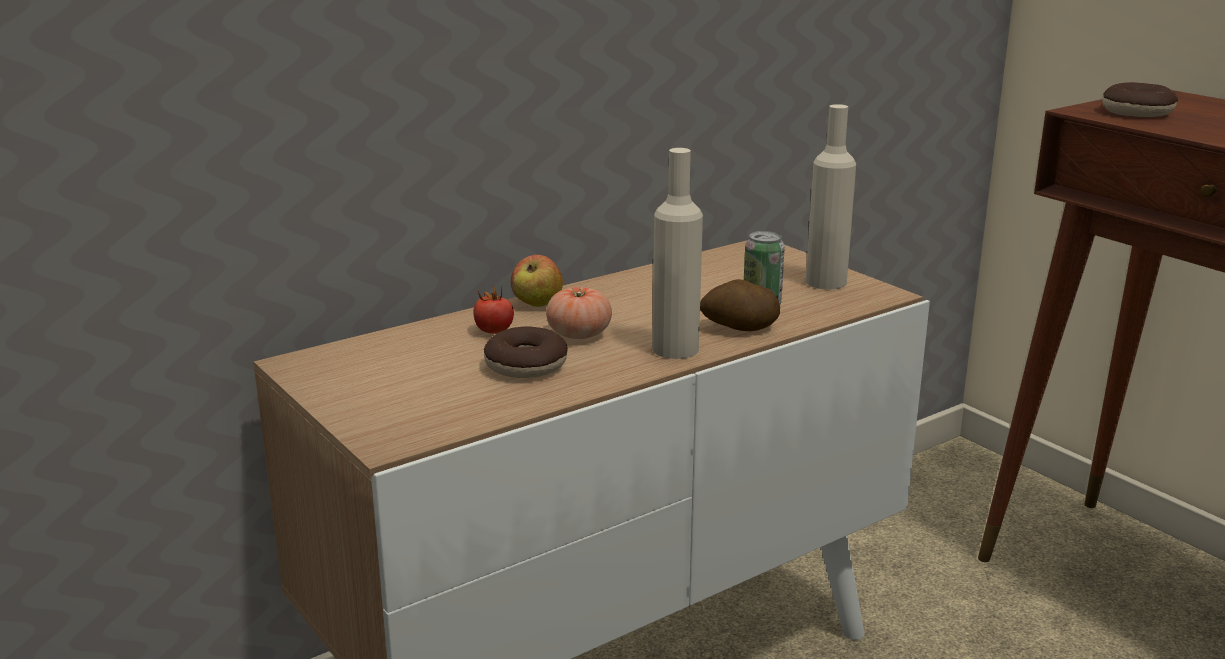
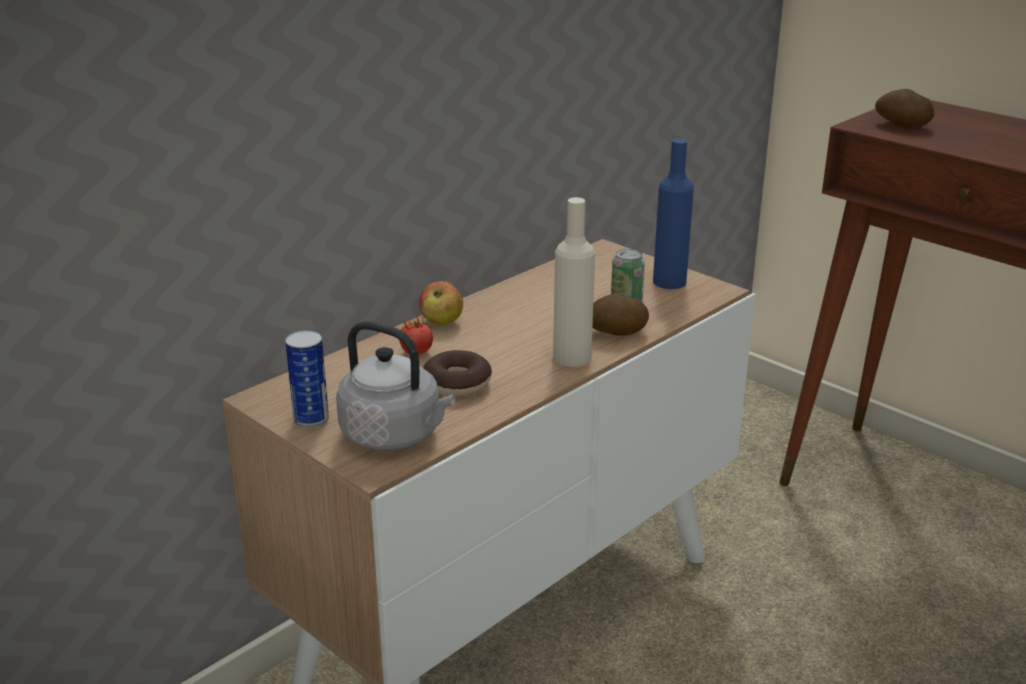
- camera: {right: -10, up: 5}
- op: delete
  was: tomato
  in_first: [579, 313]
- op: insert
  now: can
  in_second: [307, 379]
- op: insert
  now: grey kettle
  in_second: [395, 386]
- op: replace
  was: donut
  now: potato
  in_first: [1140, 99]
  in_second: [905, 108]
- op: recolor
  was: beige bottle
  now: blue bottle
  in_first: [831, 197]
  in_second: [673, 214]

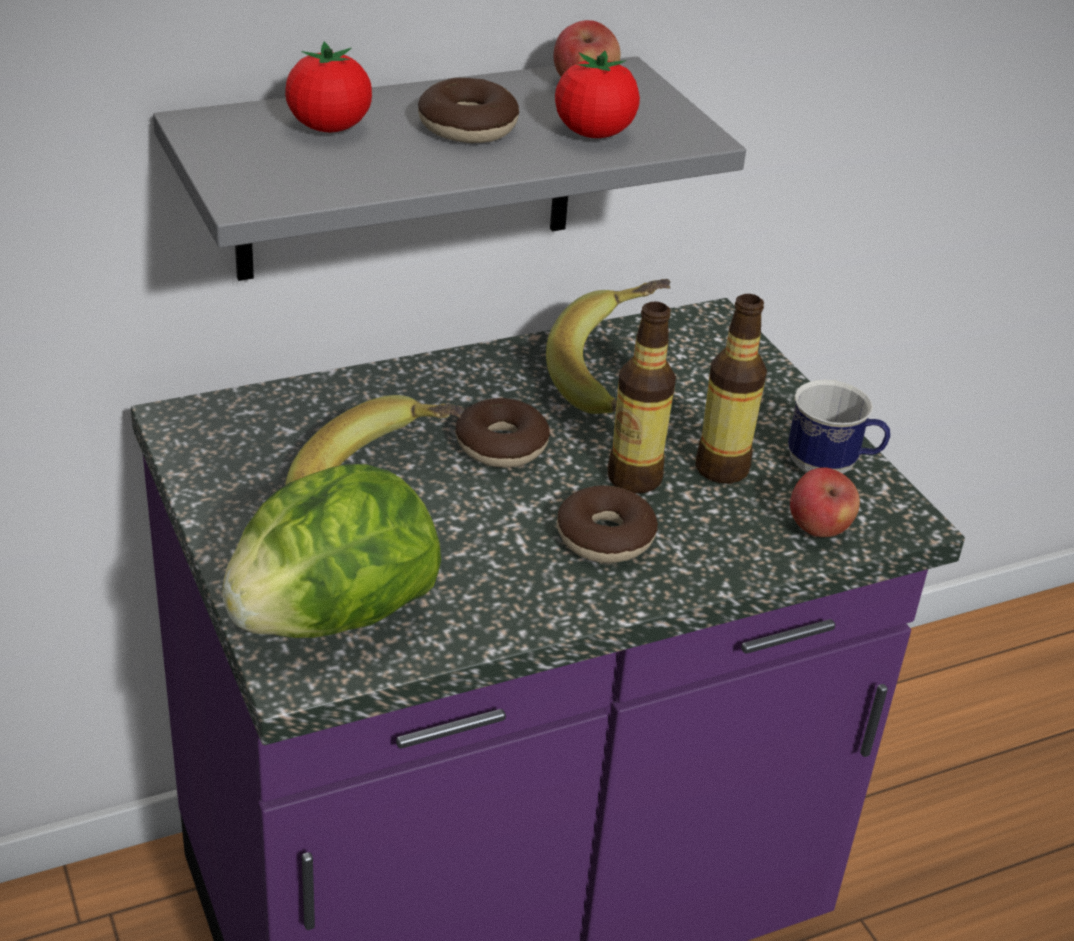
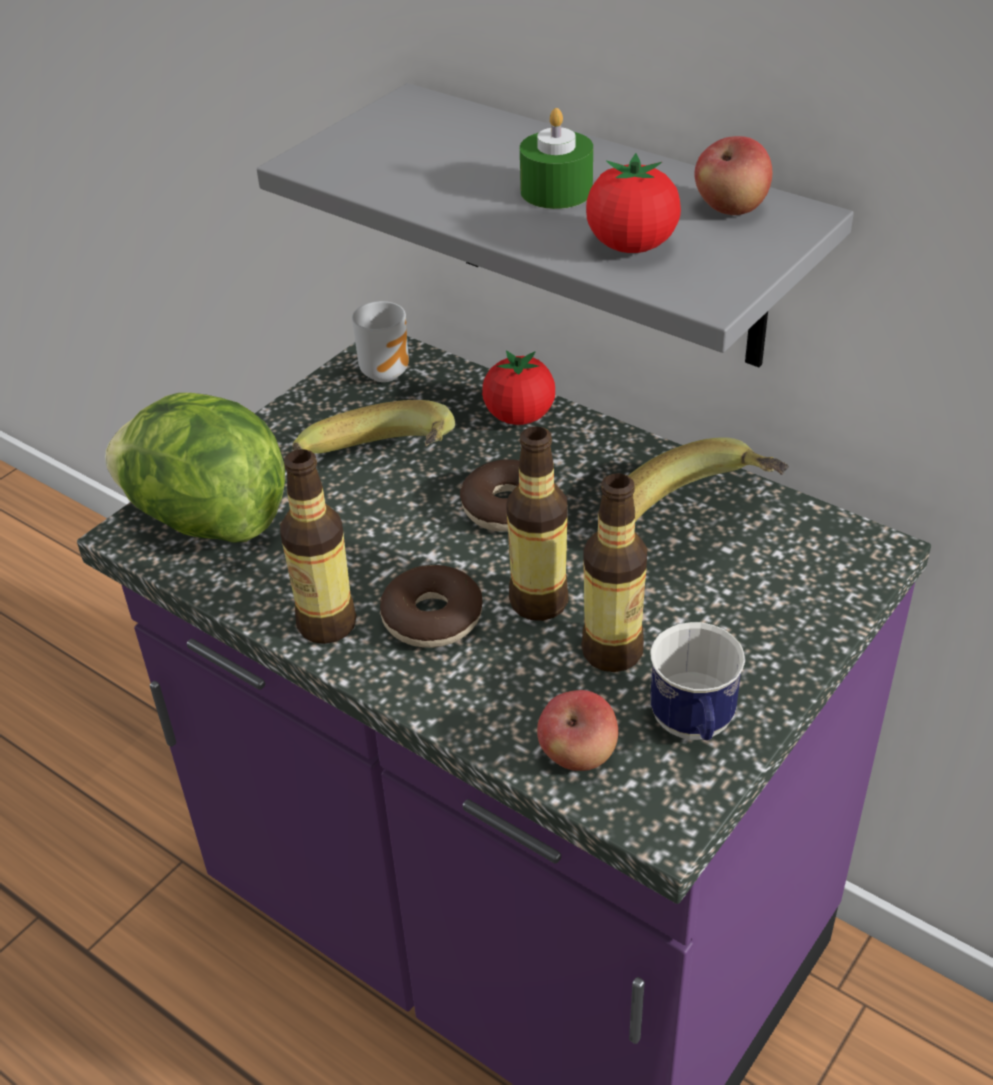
- camera: {right: 65, up: 5}
- op: insert
  now: bottle
  in_second: [318, 546]
- op: insert
  now: mug
  in_second: [380, 341]
- op: move
  was: tomato
  in_first: [328, 86]
  in_second: [518, 387]
- op: replace
  was: donut
  now: green candle
  in_first: [468, 110]
  in_second: [556, 158]

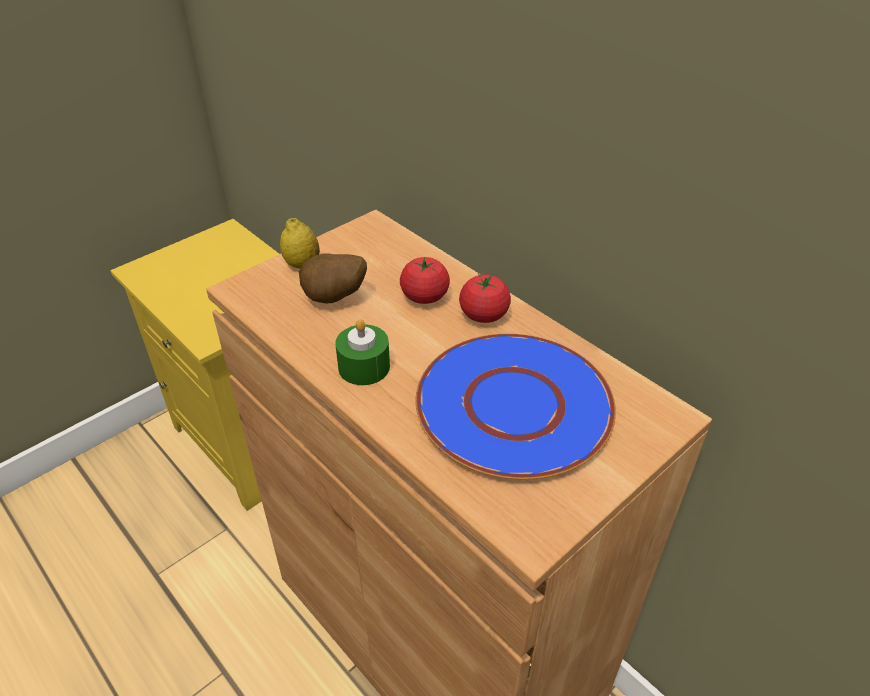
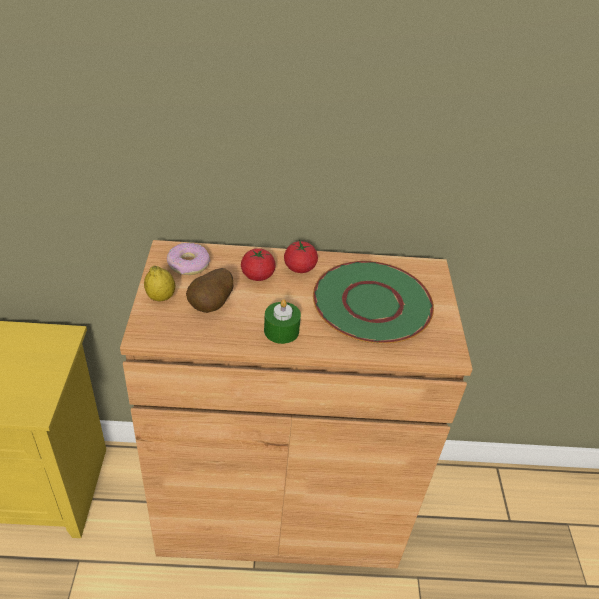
- camera: {right: -50, up: 0}
- op: insert
  now: donut
  in_second: [188, 259]
- op: recolor
  was: blue plate
  now: green plate
  in_first: [516, 406]
  in_second: [373, 302]

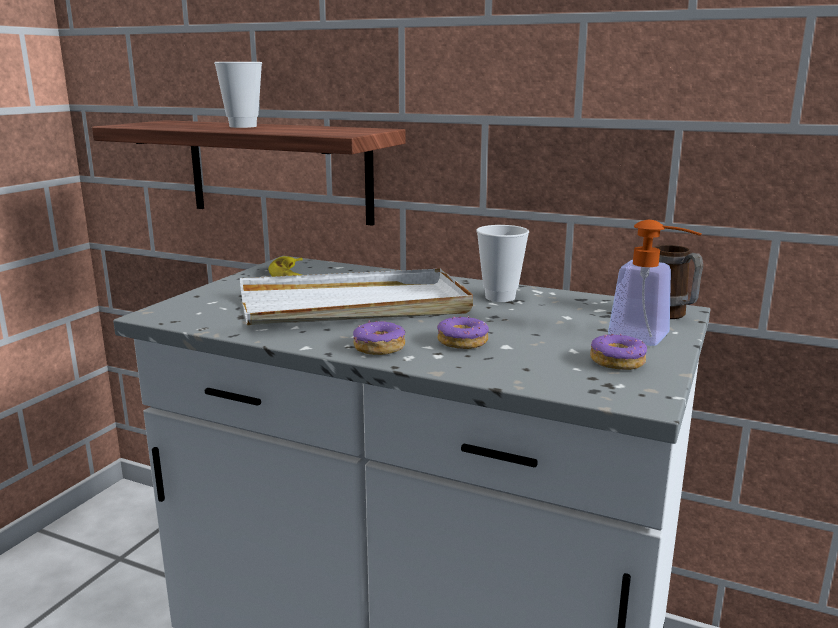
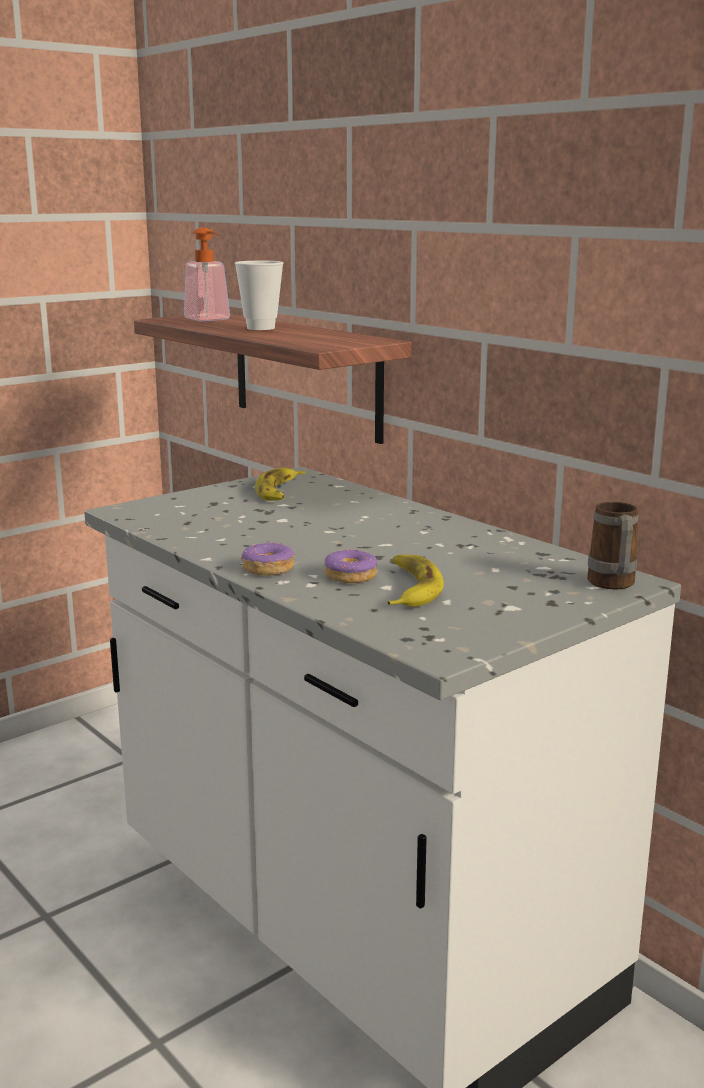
- camera: {right: 25, up: 0}
- op: delete
  was: white tray
  in_first: [356, 296]
- op: delete
  was: cup
  in_first: [502, 263]
- op: delete
  was: donut
  in_first: [618, 351]
- op: insert
  now: banana
  in_second: [416, 581]
- op: move
  was: soap dispenser
  in_first: [655, 283]
  in_second: [207, 274]

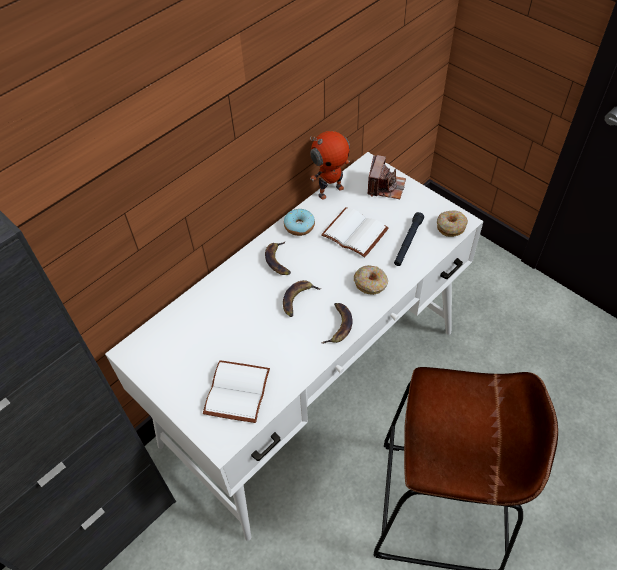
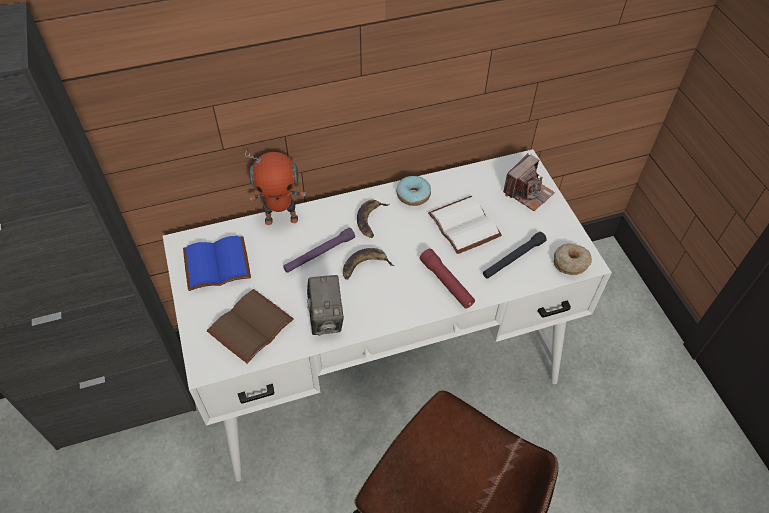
- camera: {right: 25, up: 0}
- op: delete
  was: banana
  in_first: [337, 323]
- op: insert
  now: blue book
  in_second: [217, 263]
- op: insert
  now: purple flashlight
  in_second: [319, 250]
- op: insert
  now: photo camera
  in_second: [325, 305]
- op: move
  was: toy robot
  in_first: [330, 165]
  in_second: [275, 188]
- op: replace
  was: donut
  now: red flashlight
  in_first: [371, 280]
  in_second: [447, 279]
- op: recolor
  was: white book
  now: brown book
  in_first: [236, 391]
  in_second: [250, 326]

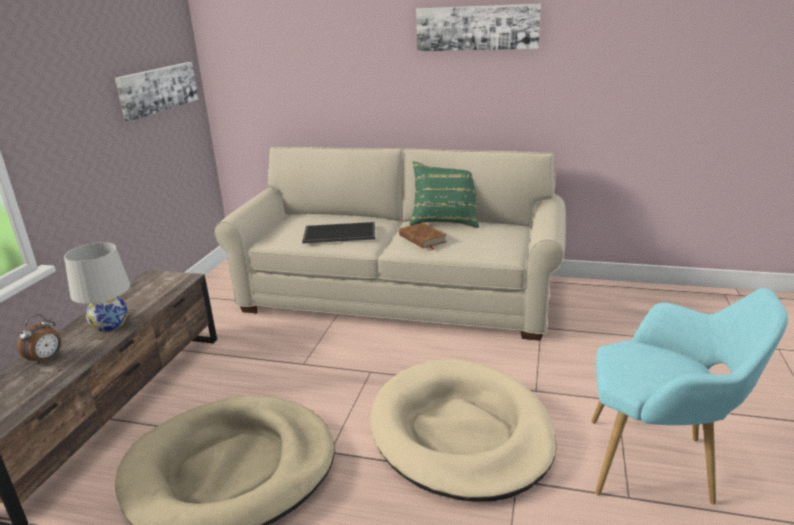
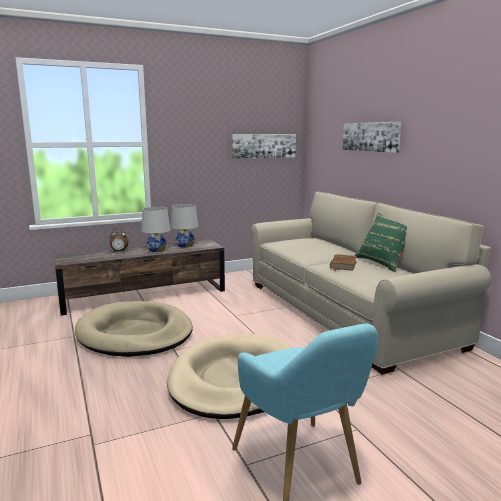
- camera: {right: 50, up: -10}
- op: delete
  was: tray
  in_first: [338, 232]
- op: insert
  now: white table lamp
  in_second: [184, 225]
- op: move
  was: picture
  in_first: [478, 27]
  in_second: [372, 137]

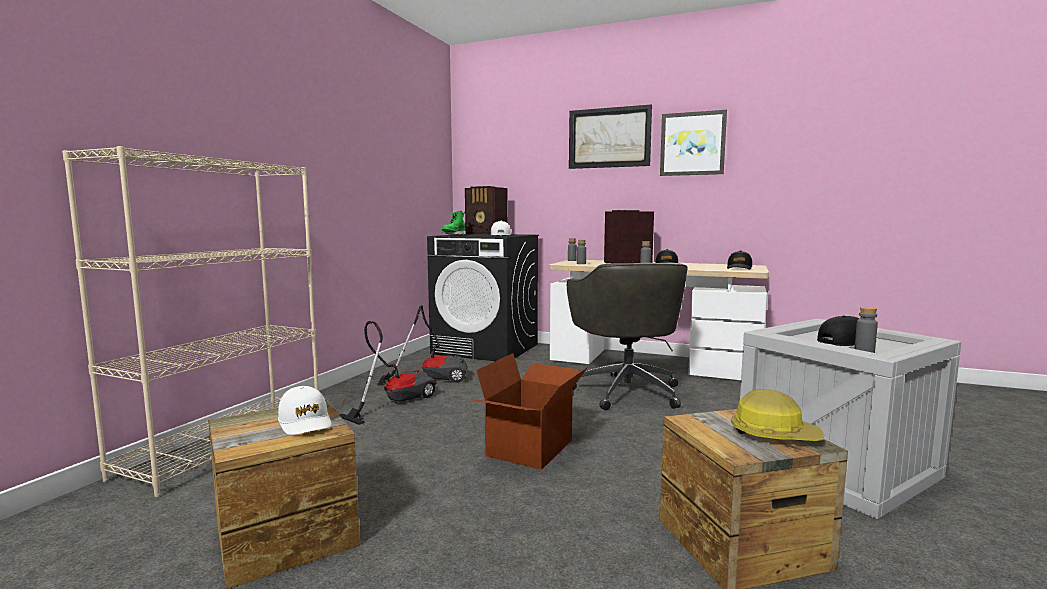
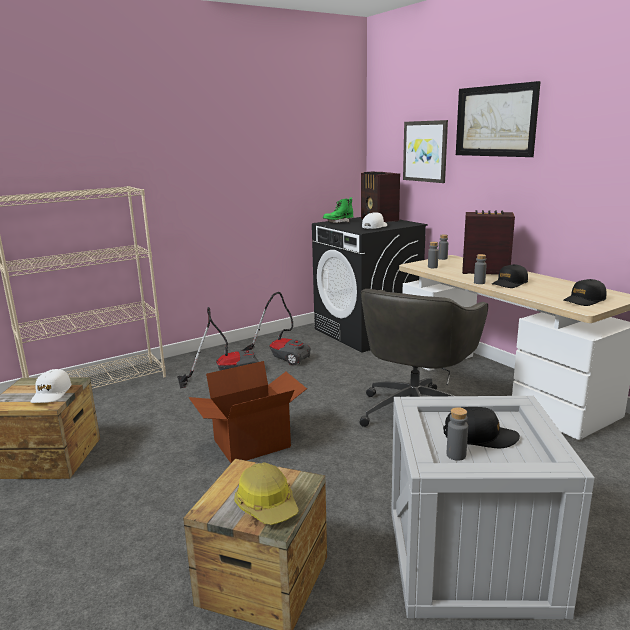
- camera: {right: 35, up: 10}
- op: move
  was: picture
  in_first: [693, 143]
  in_second: [425, 151]

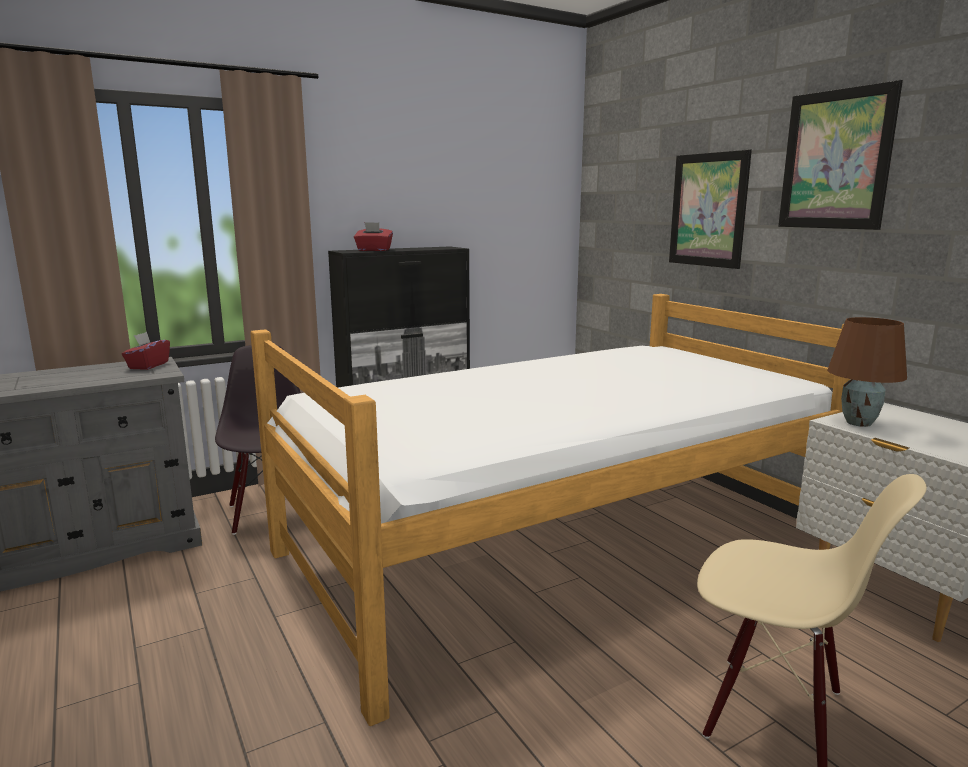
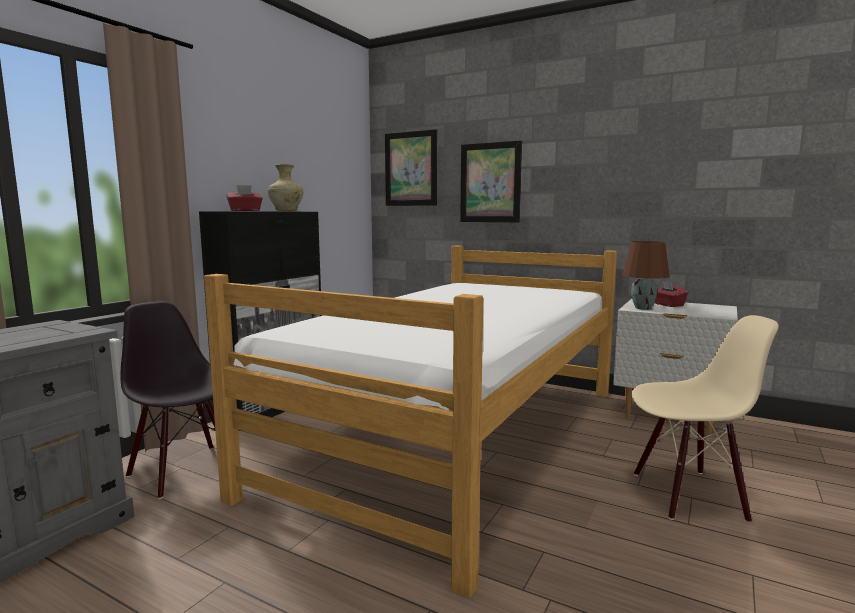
- camera: {right: -30, up: -5}
- op: insert
  now: beige vase
  in_second: [285, 187]
- op: move
  was: red tissue box
  in_first: [146, 351]
  in_second: [671, 294]
- op: move
  was: picture
  in_first: [840, 155]
  in_second: [411, 167]

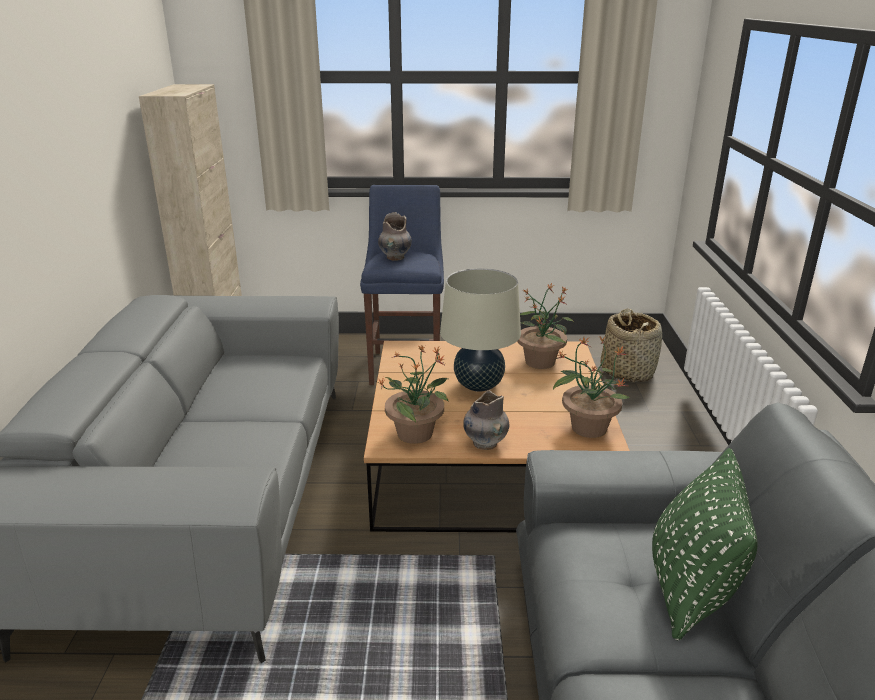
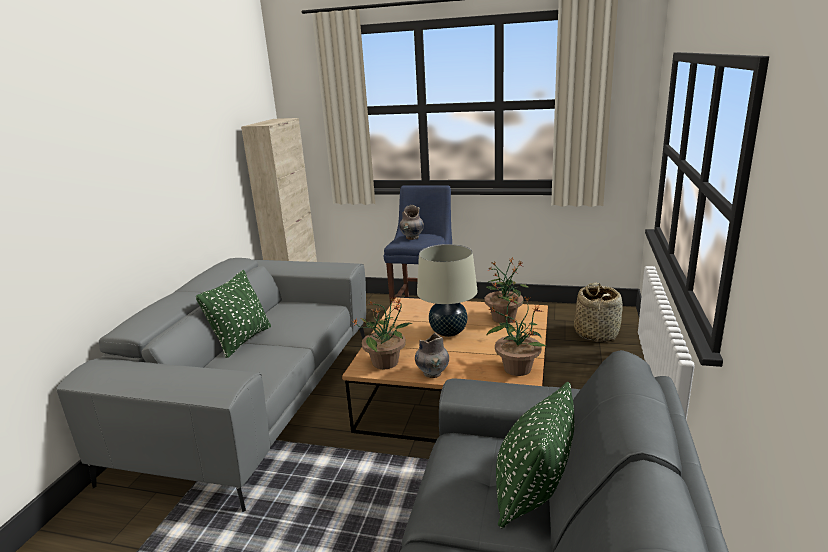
- camera: {right: 15, up: -5}
- op: insert
  now: green pillow
  in_second: [233, 314]

